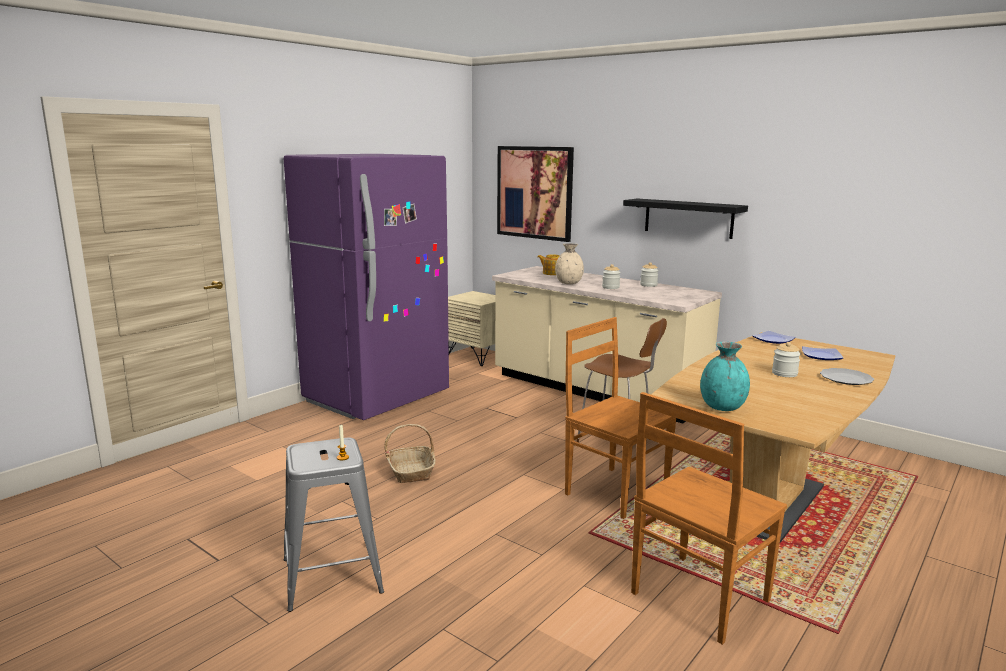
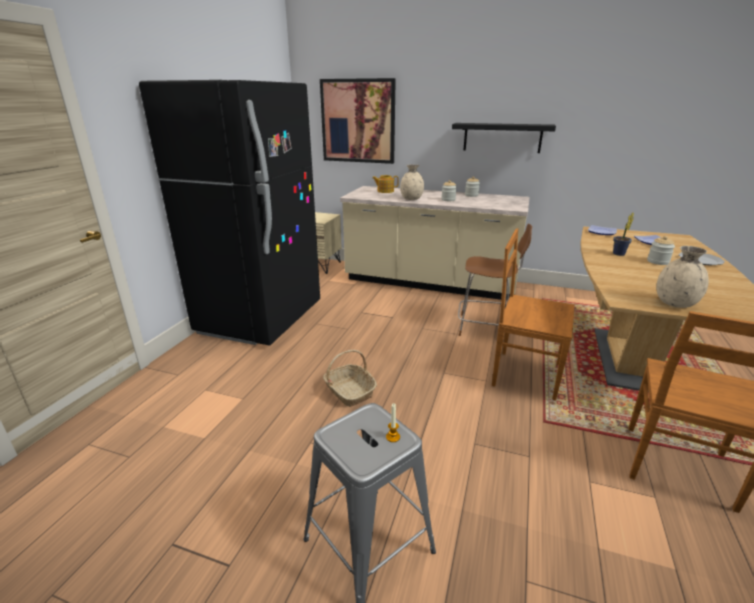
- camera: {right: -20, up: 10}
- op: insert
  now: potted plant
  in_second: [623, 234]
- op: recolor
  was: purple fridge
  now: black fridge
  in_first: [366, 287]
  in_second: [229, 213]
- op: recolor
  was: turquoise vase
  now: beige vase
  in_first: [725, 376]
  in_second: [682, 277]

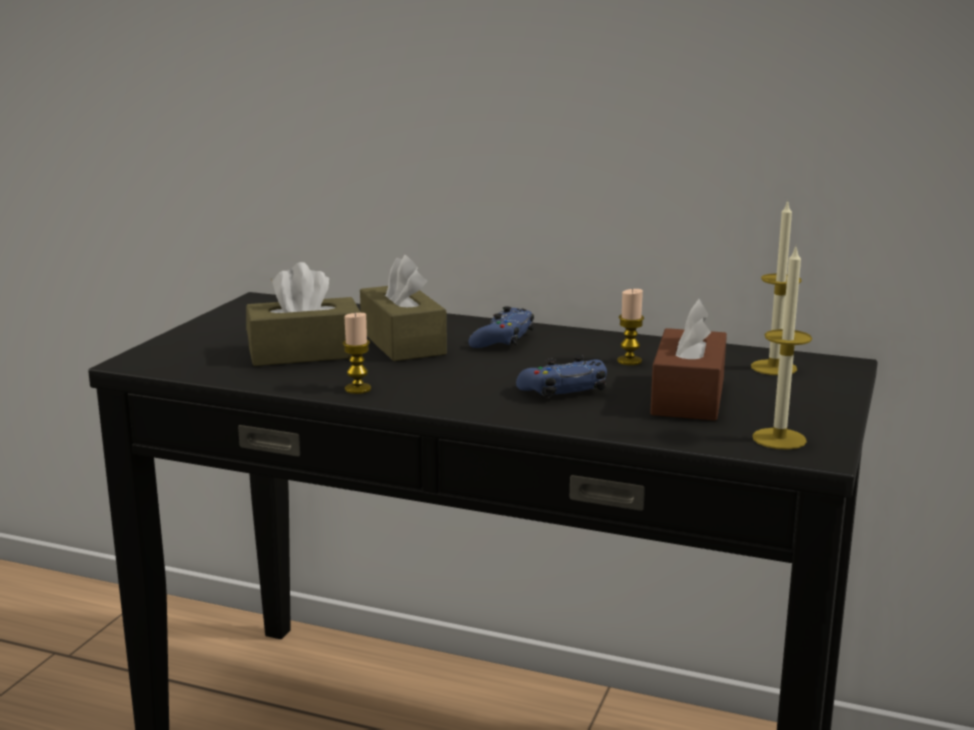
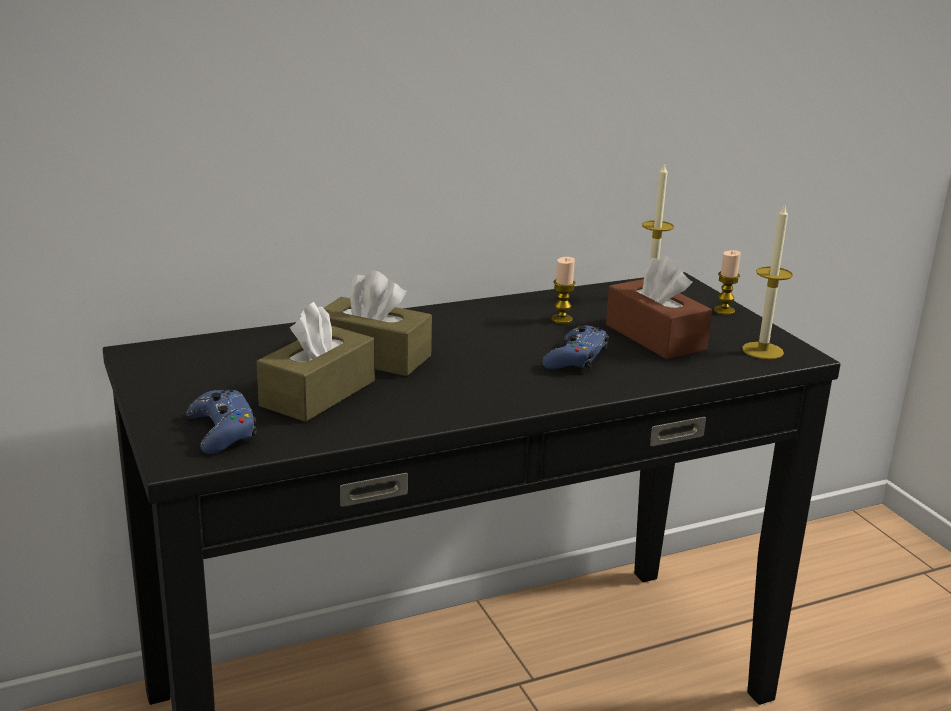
- camera: {right: -45, up: 5}
- op: move
  was: candle
  in_first: [357, 353]
  in_second: [727, 282]
- op: move
  was: blue game controller
  in_first: [501, 327]
  in_second: [221, 421]

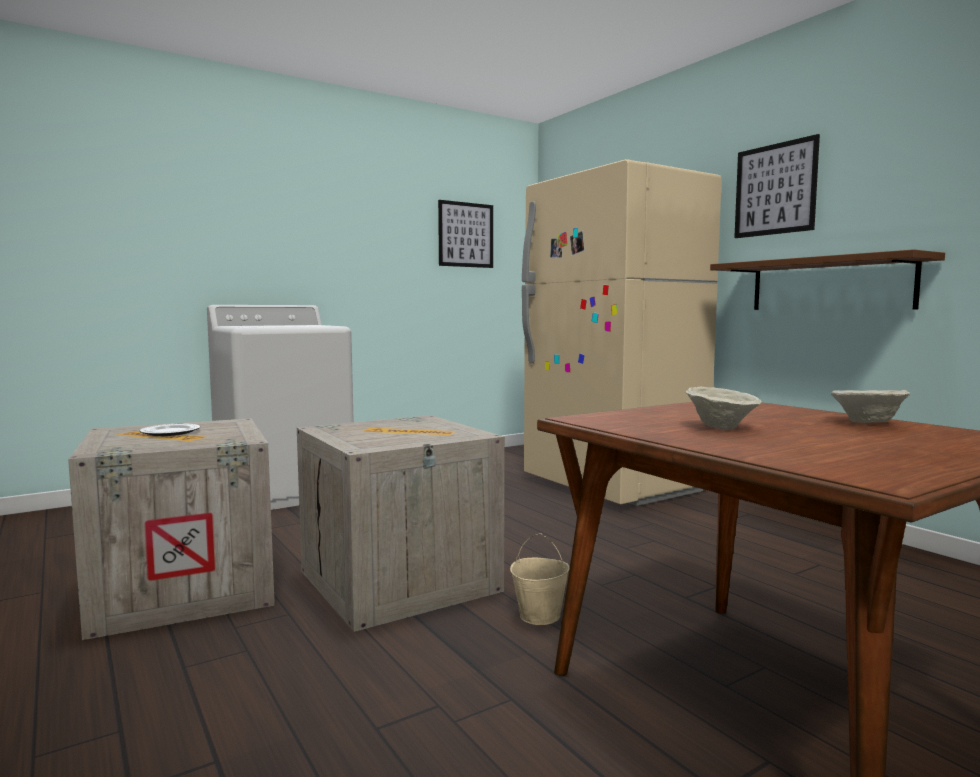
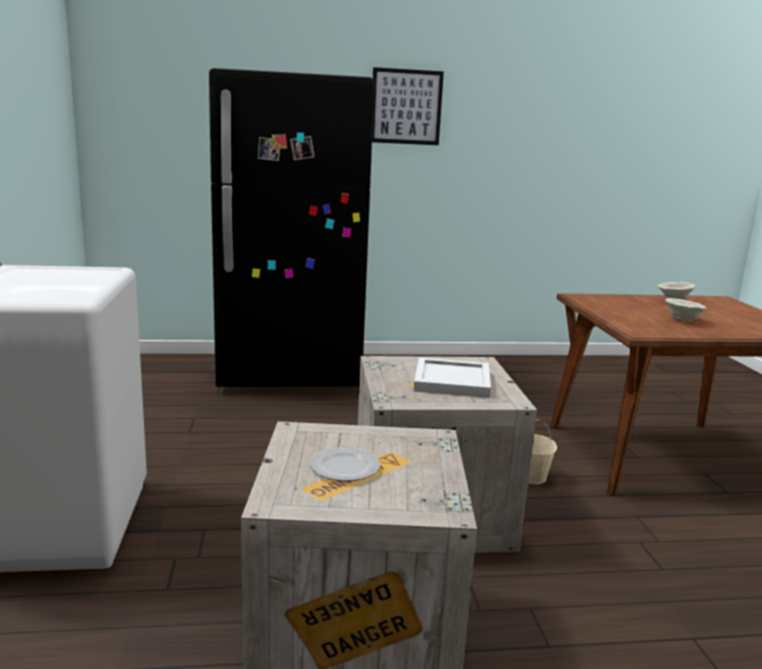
- camera: {right: -65, up: 10}
- op: delete
  was: picture
  in_first: [465, 234]
- op: delete
  was: brown shelf
  in_first: [827, 279]
- op: insert
  now: white tray
  in_second: [452, 378]
- op: recolor
  was: beige fridge
  now: black fridge
  in_first: [622, 332]
  in_second: [291, 227]

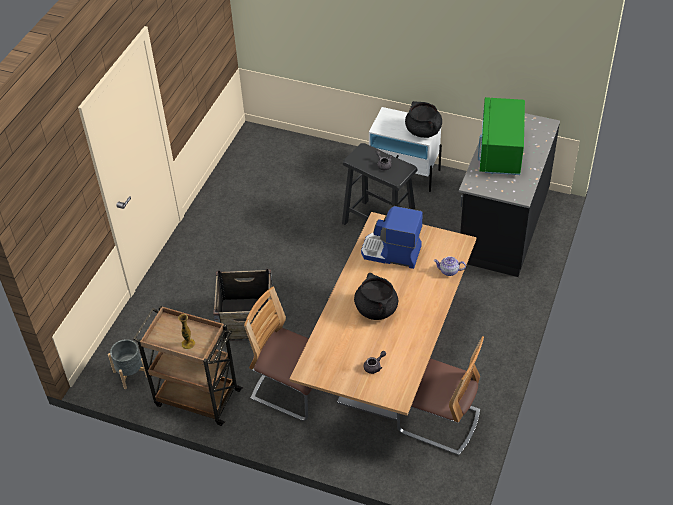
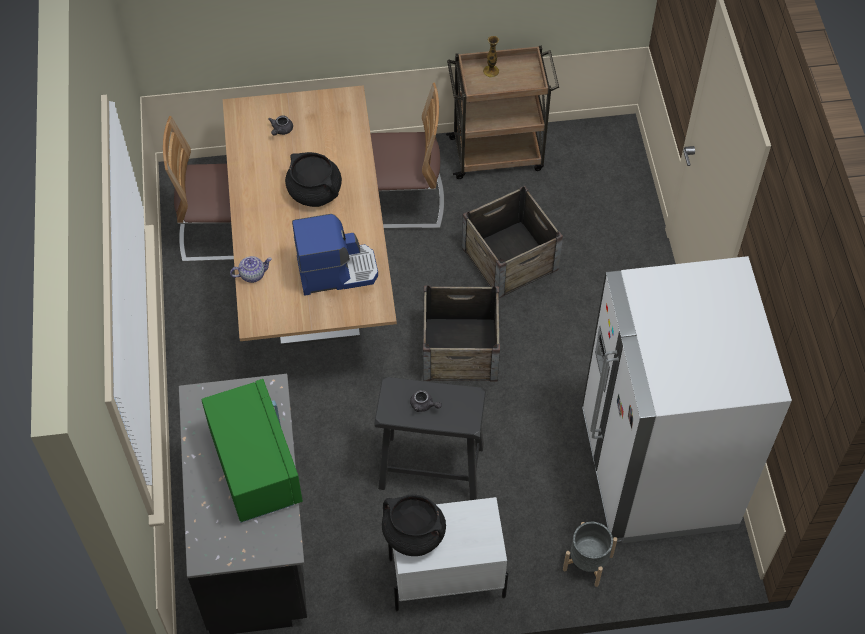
- camera: {right: 150, up: 10}
- op: insert
  now: crate
  in_second: [461, 333]
- op: insert
  now: white fridge
  in_second: [687, 399]
- op: move
  was: grey planter
  in_first: [127, 364]
  in_second: [590, 554]

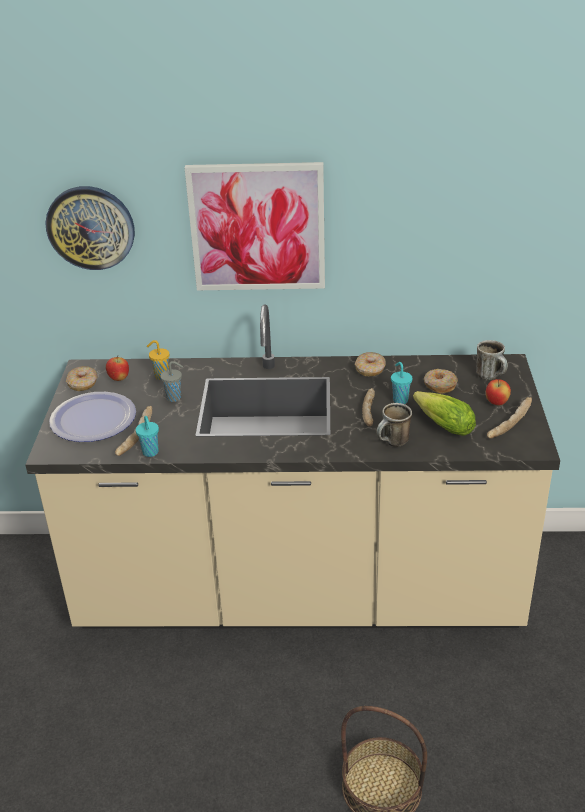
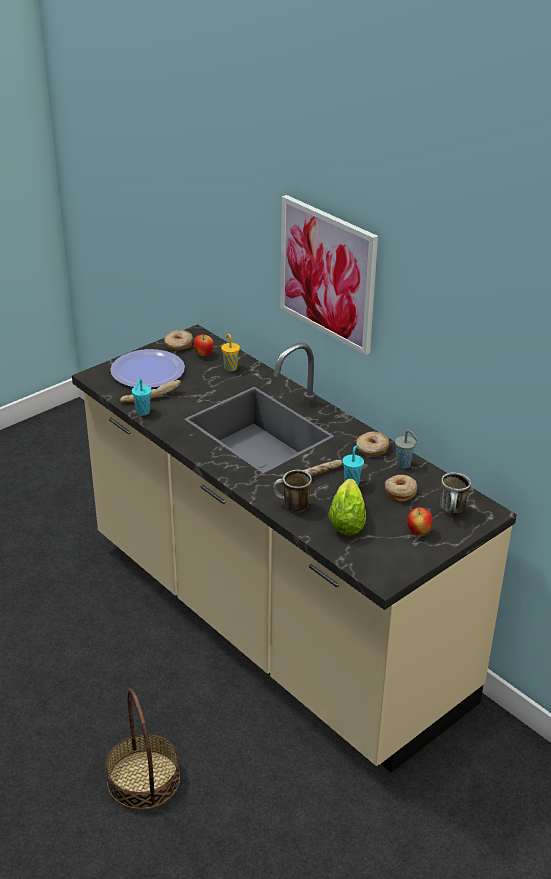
- camera: {right: 45, up: 0}
- op: delete
  was: wall clock
  in_first: [90, 228]
- op: delete
  was: bread
  in_first: [509, 418]
- op: move
  was: grey cup
  in_first: [171, 381]
  in_second: [406, 449]

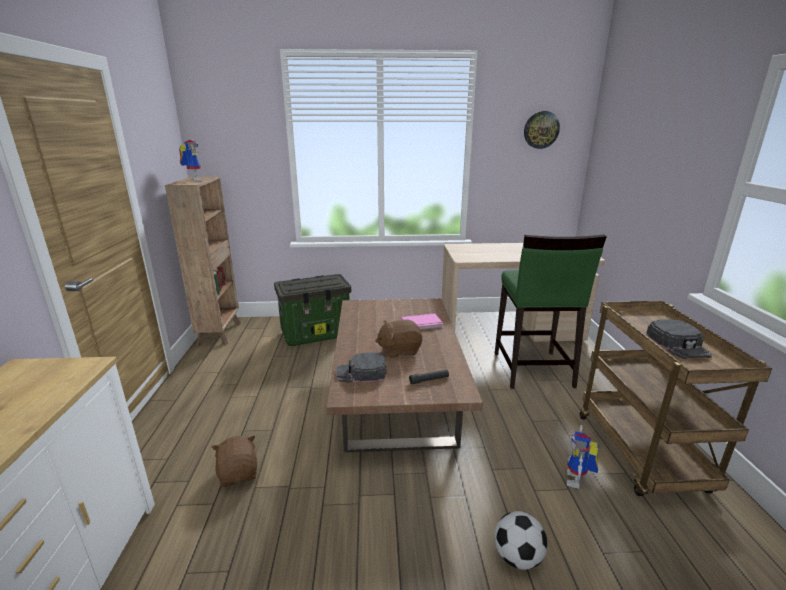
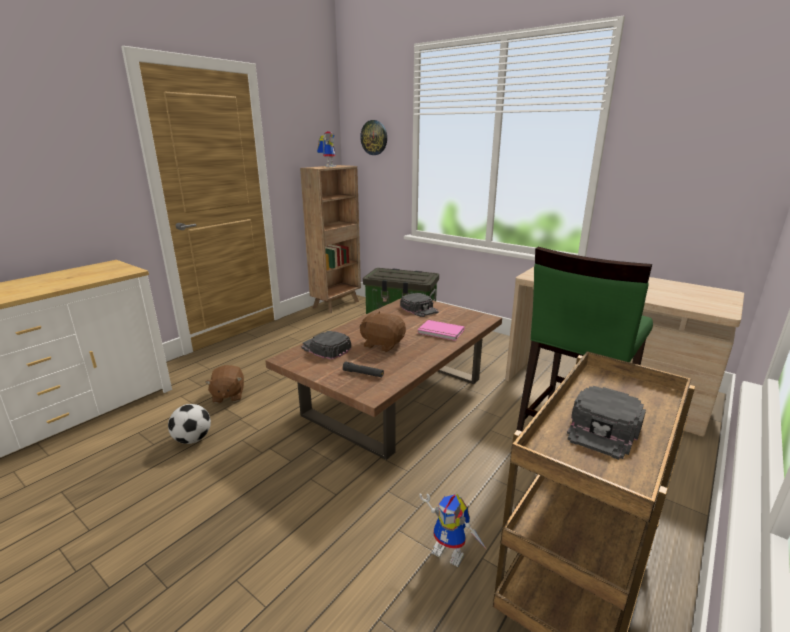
- camera: {right: 40, up: 0}
- op: insert
  now: black cap
  in_second: [419, 305]
- op: move
  was: football
  in_first: [521, 540]
  in_second: [189, 424]
- op: move
  was: wall clock
  in_first: [542, 130]
  in_second: [373, 137]
- op: rotate
  was: brown plush toy
  in_first: [234, 461]
  in_second: [224, 384]
  clockwise: 150
- op: rotate
  was: toy robot
  in_first: [583, 457]
  in_second: [453, 530]
  clockwise: -120

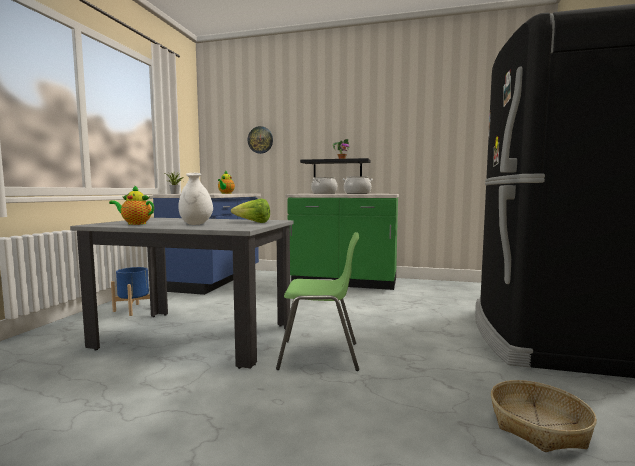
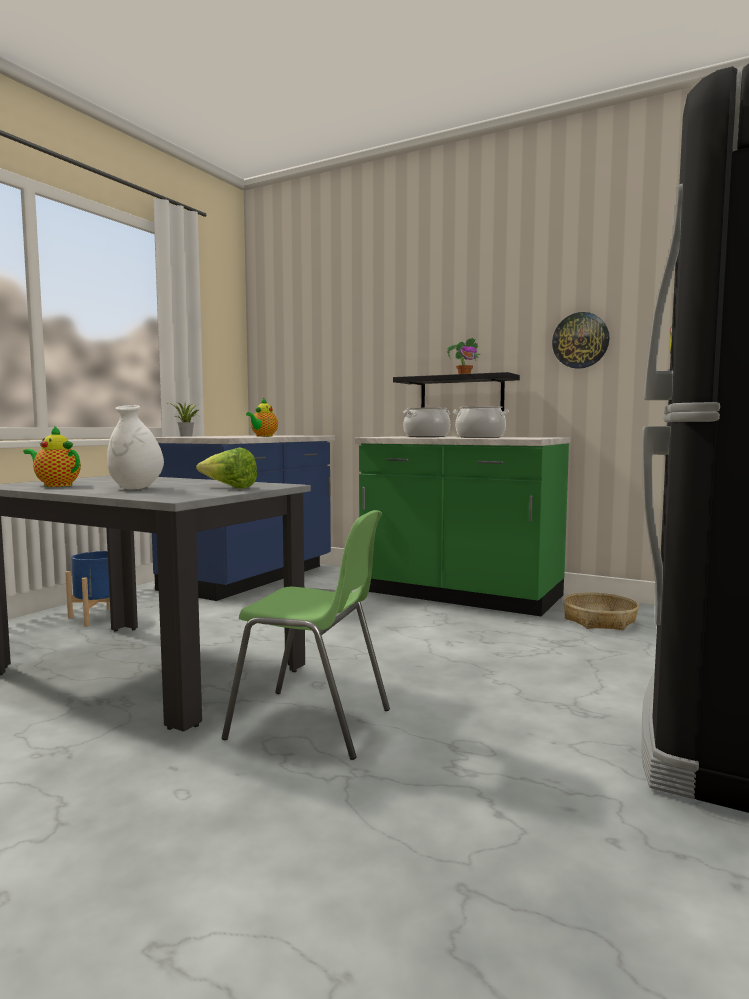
- camera: {right: 15, up: 0}
- op: move
  was: wall clock
  in_first: [260, 140]
  in_second: [580, 340]
- op: move
  was: basket
  in_first: [544, 416]
  in_second: [601, 611]

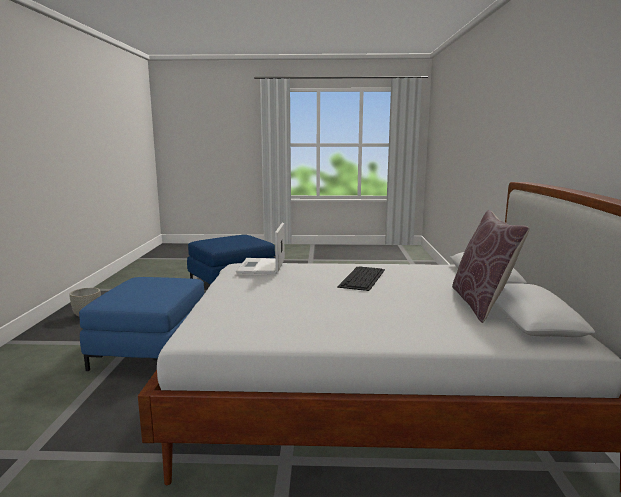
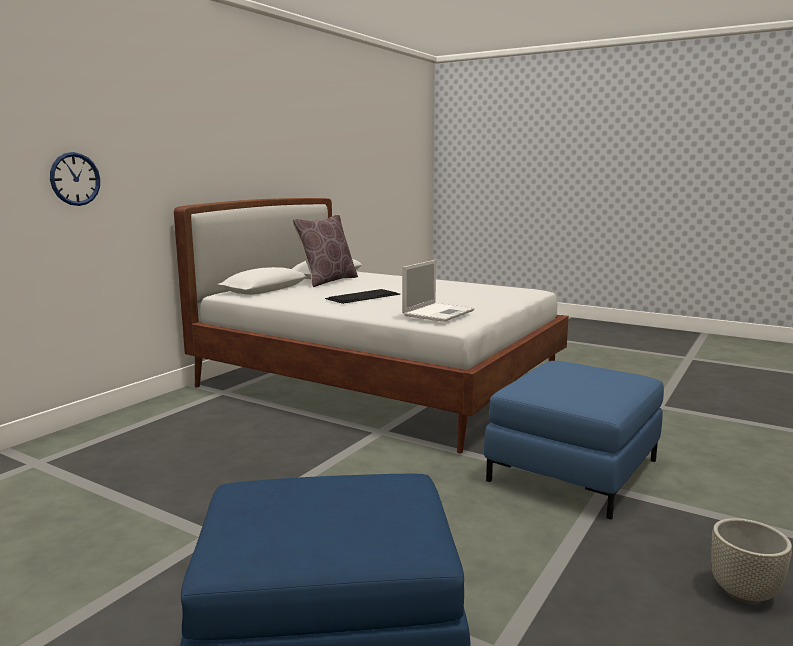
- camera: {right: -150, up: 0}
- op: insert
  now: wall clock
  in_second: [75, 179]

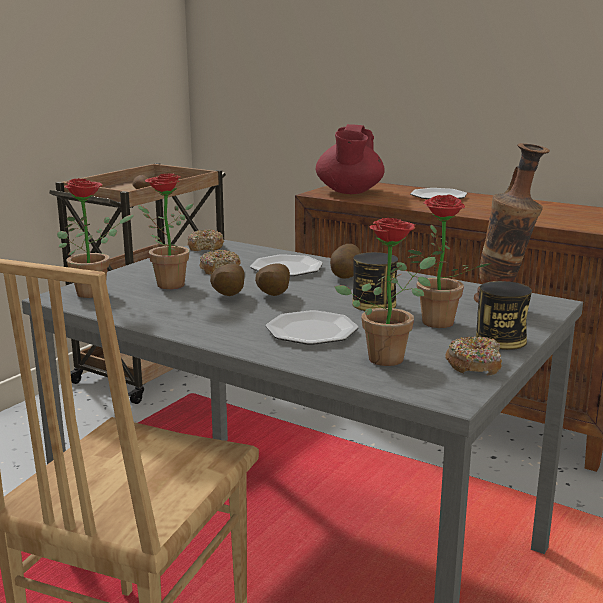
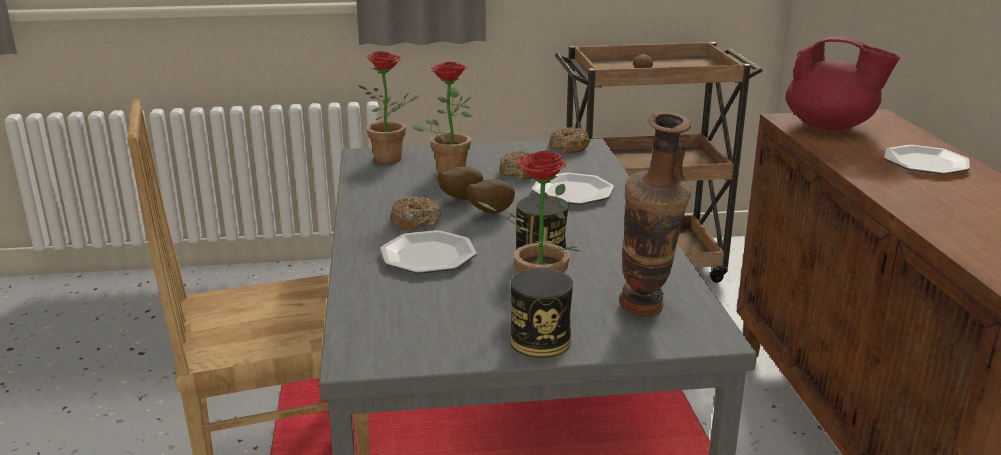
- camera: {right: 50, up: 5}
- op: delete
  was: potato
  in_first: [345, 261]
- op: delete
  was: potted plant
  in_first: [385, 292]
- op: move
  was: donut
  in_first: [473, 356]
  in_second: [415, 213]
- op: rotate
  was: red teapot
  in_first: [350, 159]
  in_second: [842, 83]
  clockwise: -120

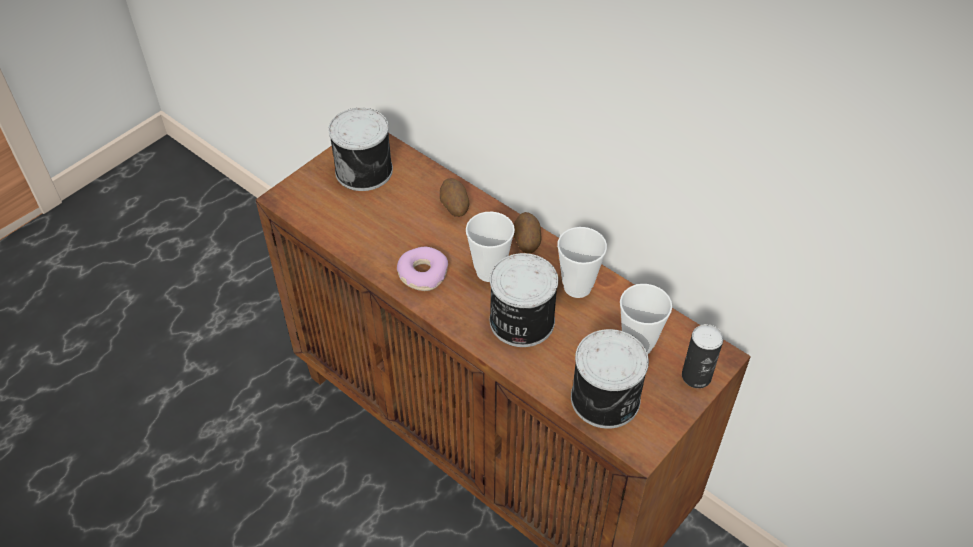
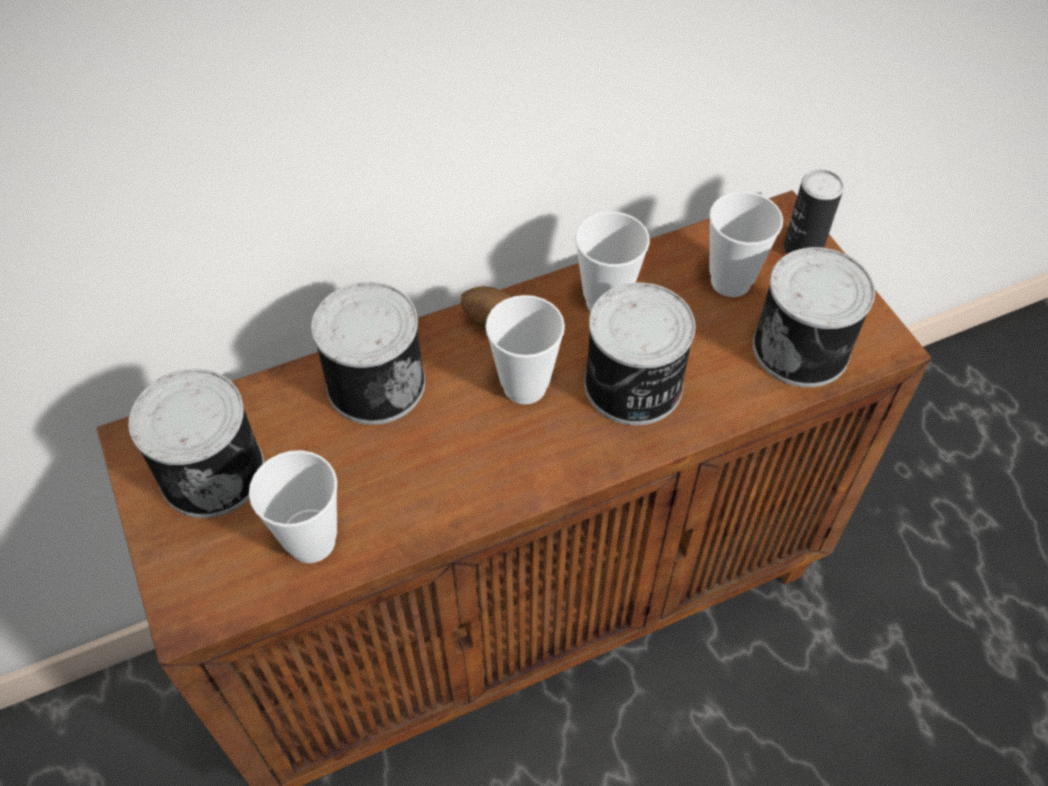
- camera: {right: -65, up: 5}
- op: delete
  was: donut
  in_first: [422, 269]
- op: insert
  now: cup
  in_second: [293, 506]
- op: replace
  was: potato
  now: can
  in_first: [454, 197]
  in_second: [368, 353]

